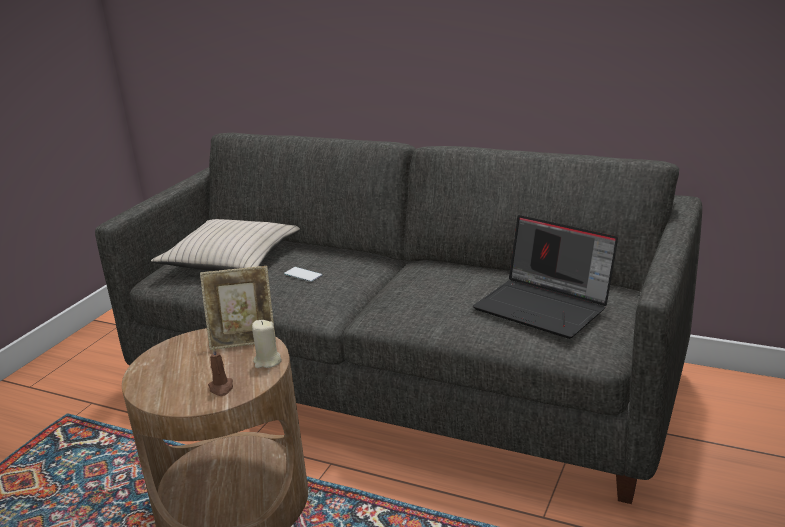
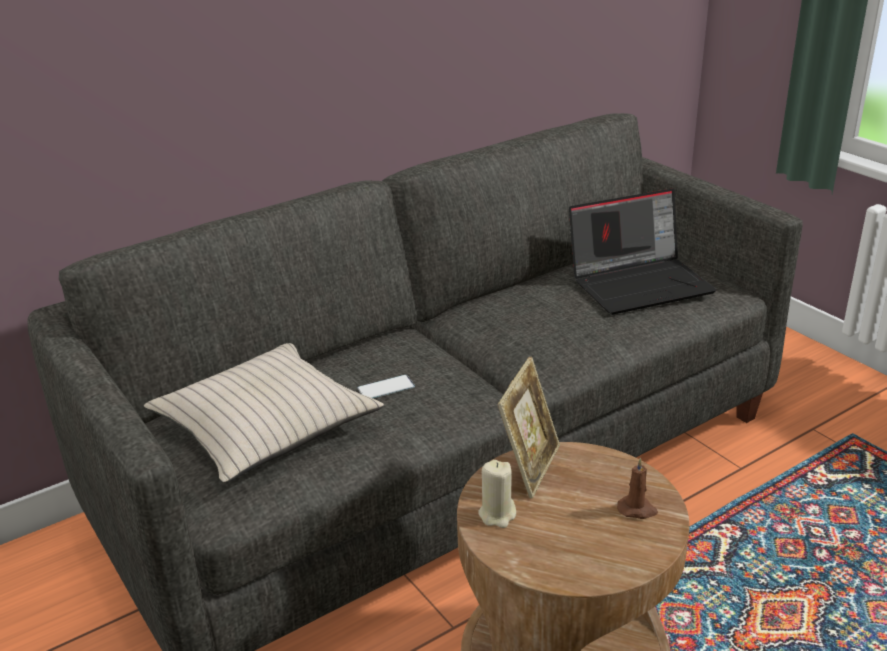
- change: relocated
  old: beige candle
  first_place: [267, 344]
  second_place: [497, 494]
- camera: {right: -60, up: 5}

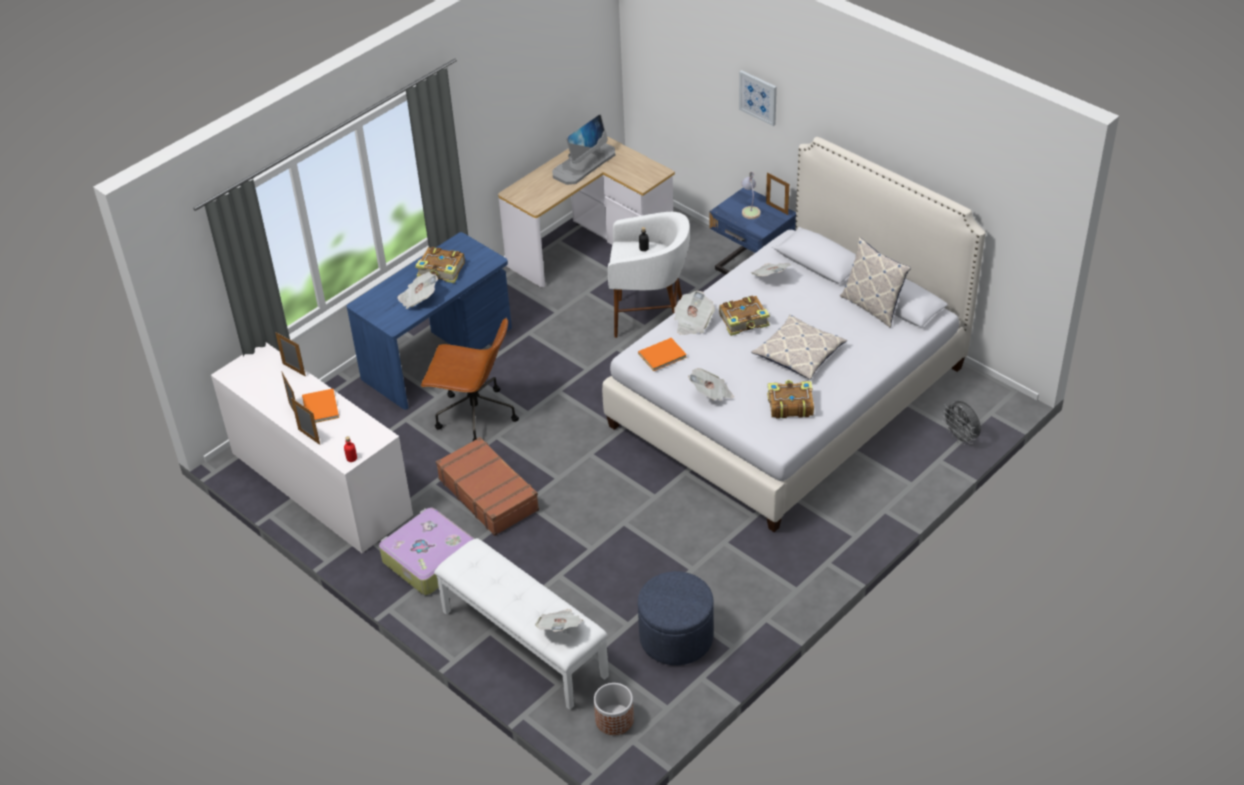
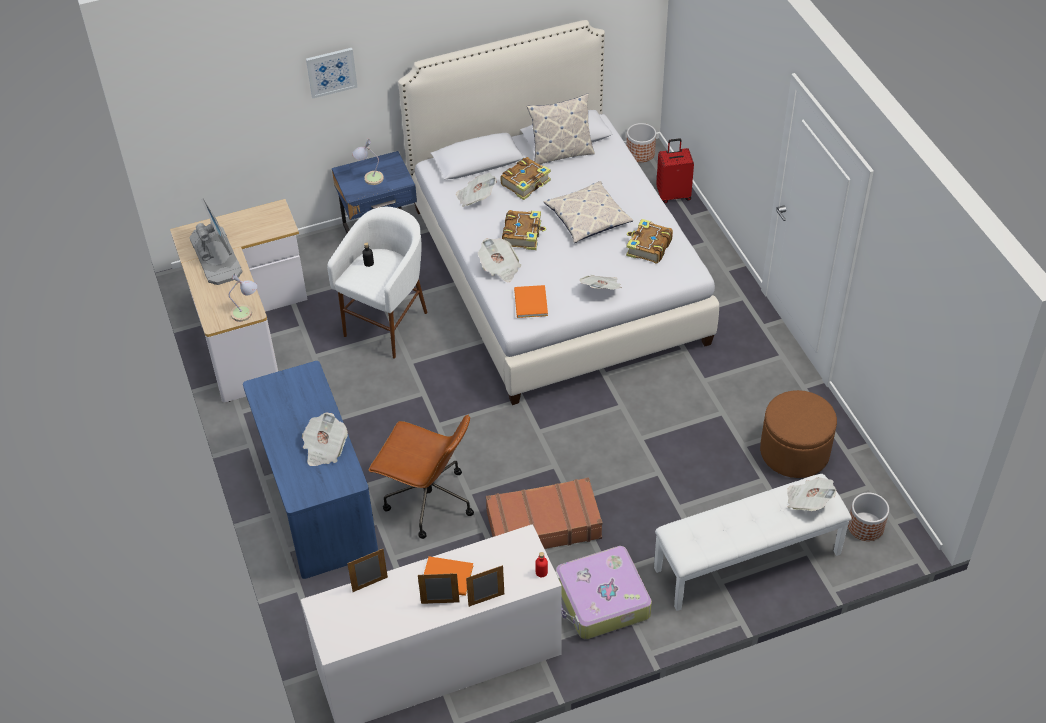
- change: relocated
  old: book
  first_place: [440, 265]
  second_place: [526, 178]
- change: spun
  old: brown office chair
  first_place: [470, 379]
  second_place: [421, 476]
  degrees: 75
- change: colour
  old: blue ottoman
  new: brown ottoman
  first_place: [676, 618]
  second_place: [798, 434]
- change: missing
  old: picture frame
  first_place: [777, 194]
- change: exchanged
  old: grey fan
  new: red suitcase
  first_place: [961, 423]
  second_place: [675, 171]
- change: appeared
  new: table lamp
  second_place: [243, 297]
- change: appeared
  new: planter
  second_place: [641, 142]
- camera: {right: -65, up: 5}

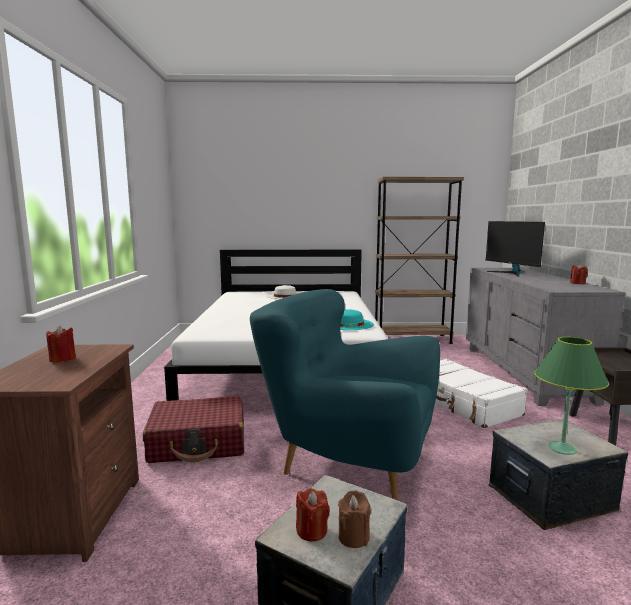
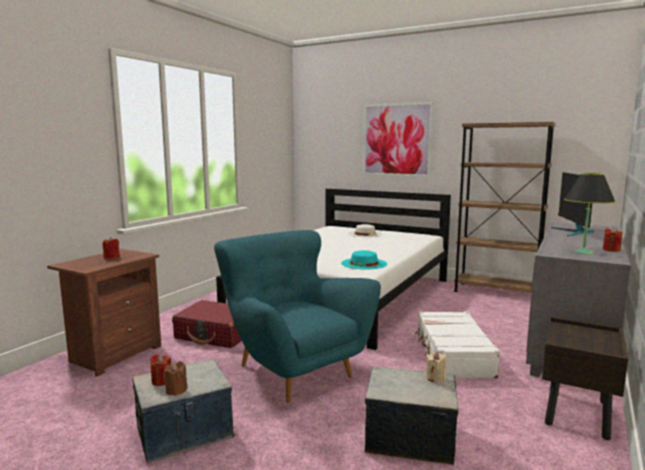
- change: missing
  old: green table lamp
  first_place: [571, 396]
- change: appeared
  new: picture
  second_place: [398, 139]
- change: appeared
  new: beige candle
  second_place: [436, 367]
- change: appeared
  new: black table lamp
  second_place: [590, 213]
- camera: {right: 30, up: 0}

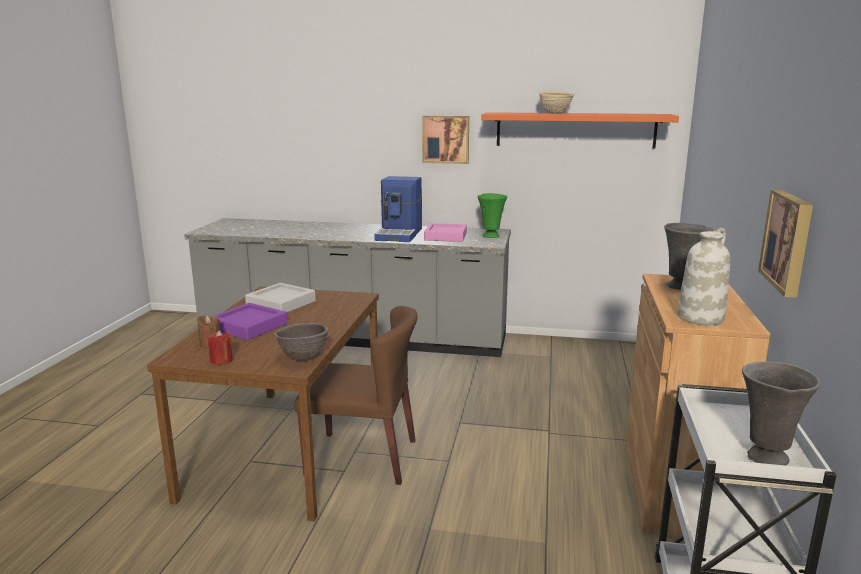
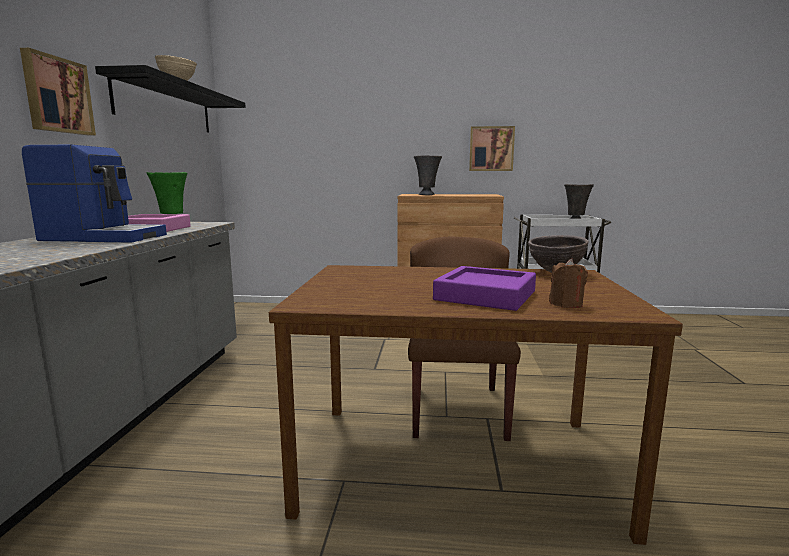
- change: missing
  old: red candle
  first_place: [220, 347]
- change: missing
  old: grey tray
  first_place: [280, 298]
- change: colour
  old: orange shelf
  new: black shelf
  first_place: [580, 130]
  second_place: [170, 99]
- change: missing
  old: white vase
  first_place: [704, 276]
- camera: {right: -95, up: -5}

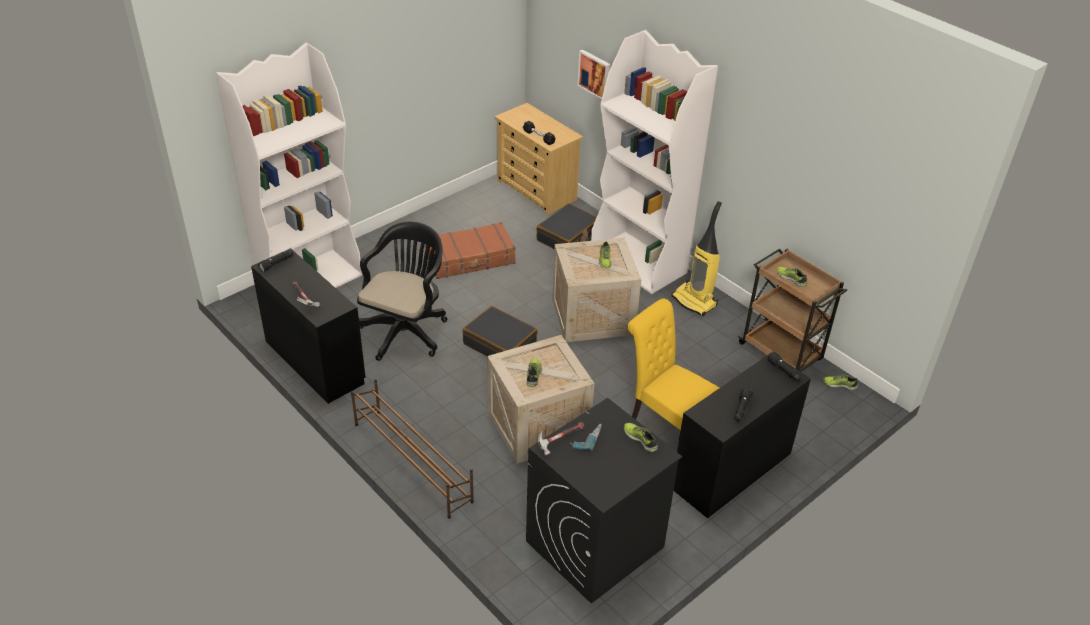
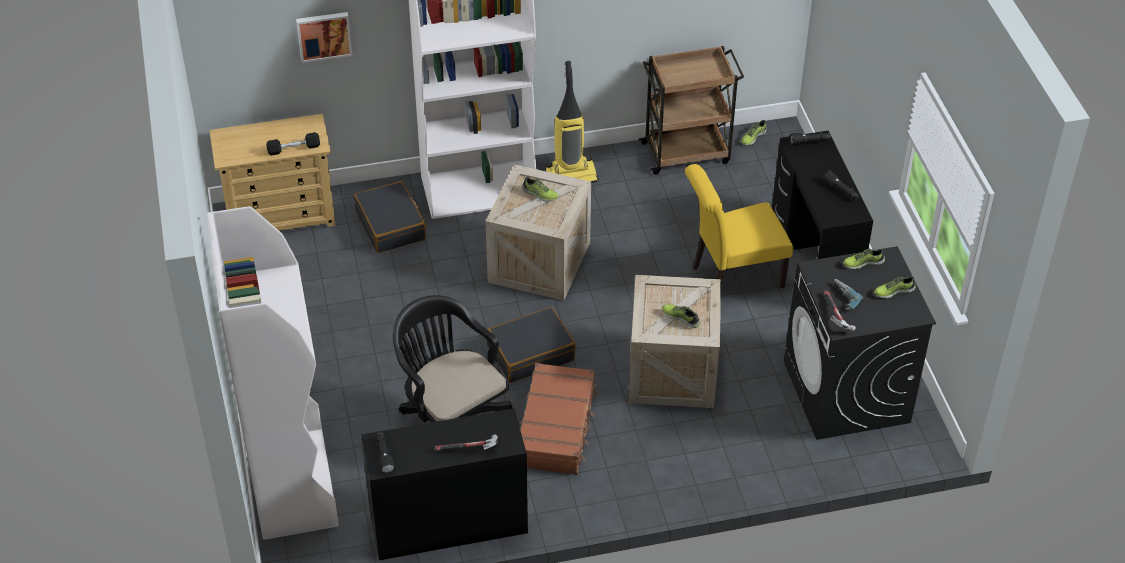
- change: missing
  old: brown shoe rack
  first_place: [412, 449]
- change: relocated
  old: brown suitcase
  first_place: [470, 250]
  second_place: [559, 419]
- change: relocated
  old: shoe
  first_place: [791, 277]
  second_place: [894, 287]
- camera: {right: -60, up: 5}

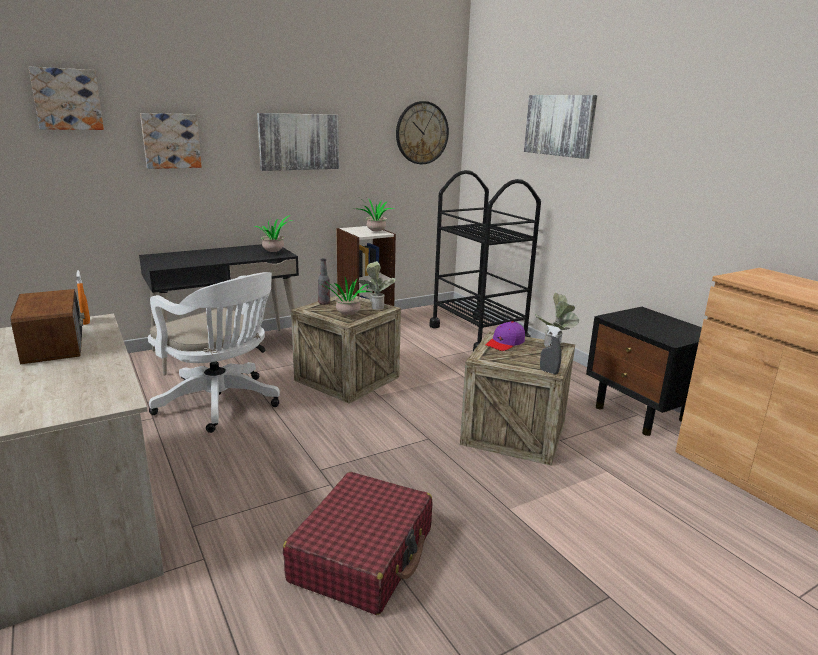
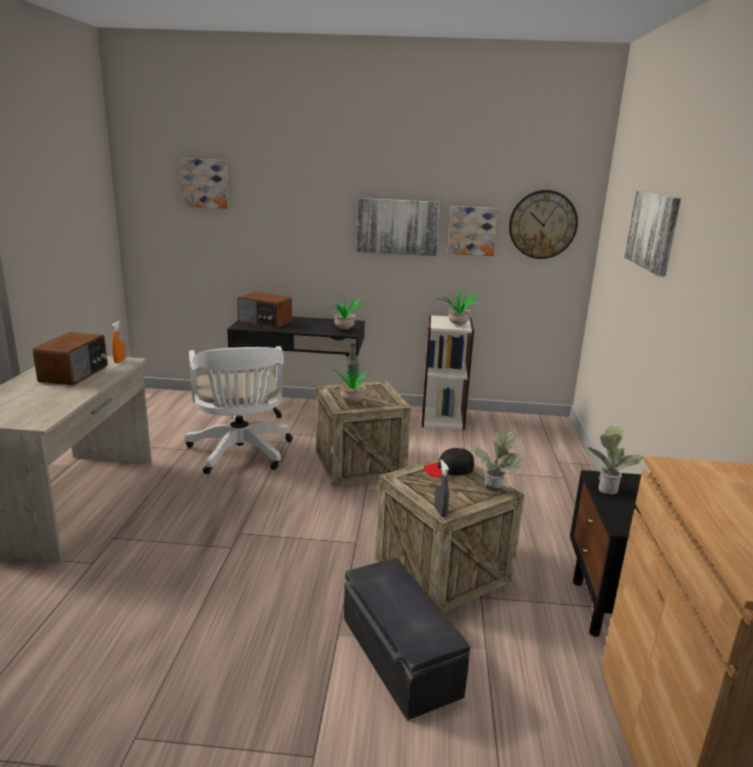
- change: relocated
  old: picture
  first_place: [171, 141]
  second_place: [473, 231]
- change: missing
  old: red suitcase
  first_place: [357, 543]
- change: relocated
  old: potted plant
  first_place: [377, 285]
  second_place: [616, 460]
- change: missing
  old: black cart
  first_place: [485, 260]
- change: colour
  old: purple cap
  new: black cap
  first_place: [505, 336]
  second_place: [449, 462]
- change: appeared
  new: radio
  second_place: [264, 310]
- change: appeared
  new: black storage box
  second_place: [407, 639]
- camera: {right: 35, up: 0}

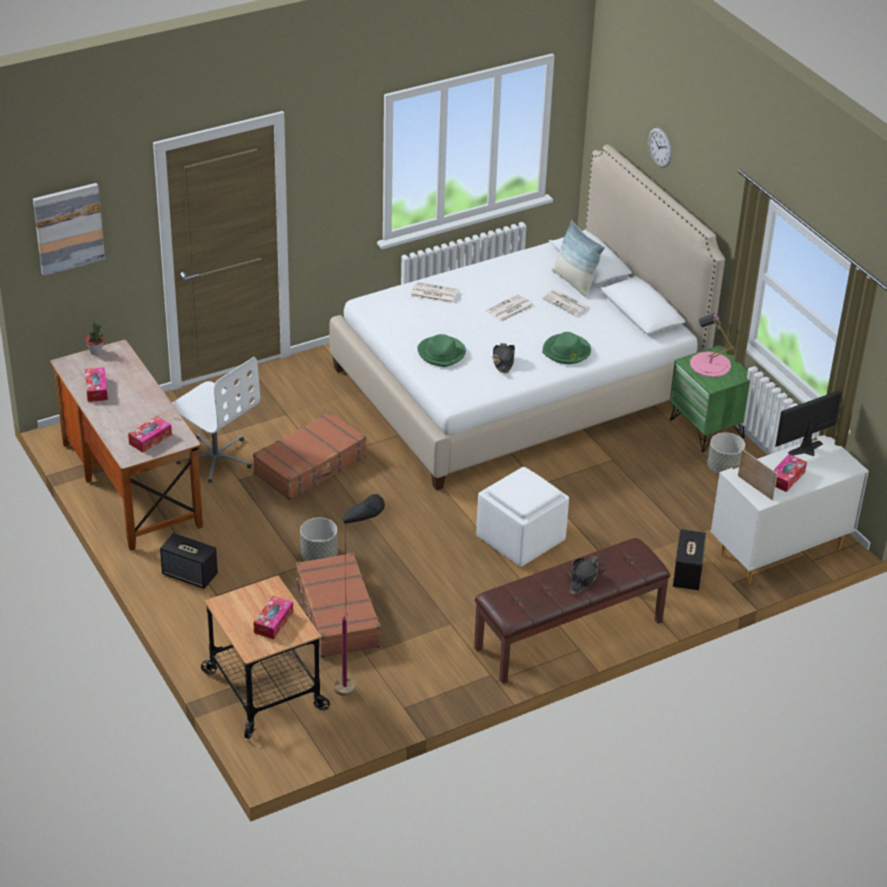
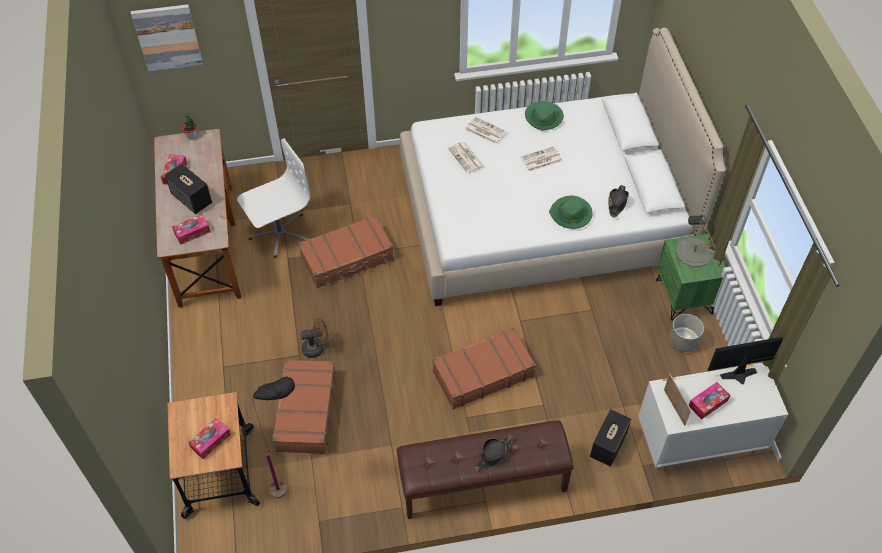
- change: relocated
  old: speaker
  first_place: [189, 561]
  second_place: [188, 188]
- change: spun
  old: white office chair
  first_place: [216, 420]
  second_place: [274, 198]
  degrees: -90
- change: exchanged
  old: grey planter
  new: brown fan
  first_place: [318, 539]
  second_place: [314, 338]
- change: relocated
  old: green hat
  first_place: [441, 350]
  second_place: [544, 116]
- change: exchanged
  old: white ottoman
  new: brown suitcase
  first_place: [522, 517]
  second_place: [484, 368]
- change: relocated
  old: black hat
  first_place: [503, 358]
  second_place: [618, 201]
- change: relocated
  old: newspaper
  first_place: [565, 302]
  second_place: [465, 157]
- change: missing
  old: pillow
  first_place: [578, 258]
- change: missing
  old: wall clock
  first_place: [660, 148]
- change: colour
  old: pink table lamp
  new: grey table lamp
  first_place: [712, 345]
  second_place: [696, 241]
- camera: {right: 20, up: 15}

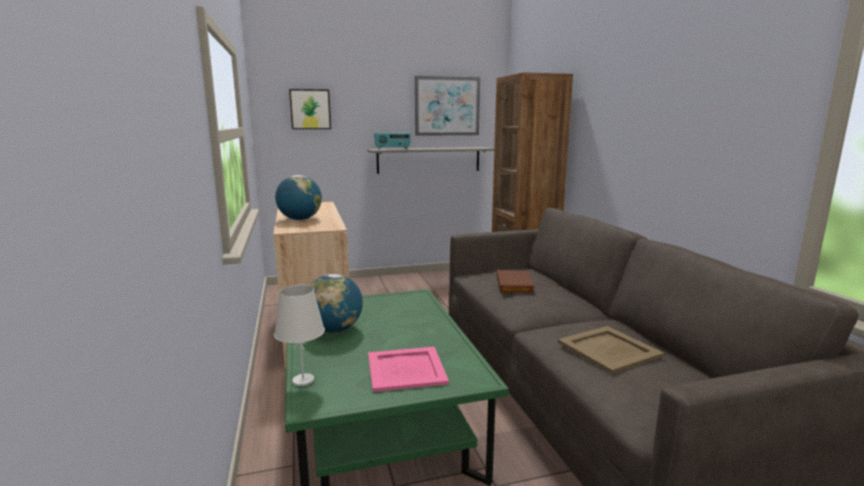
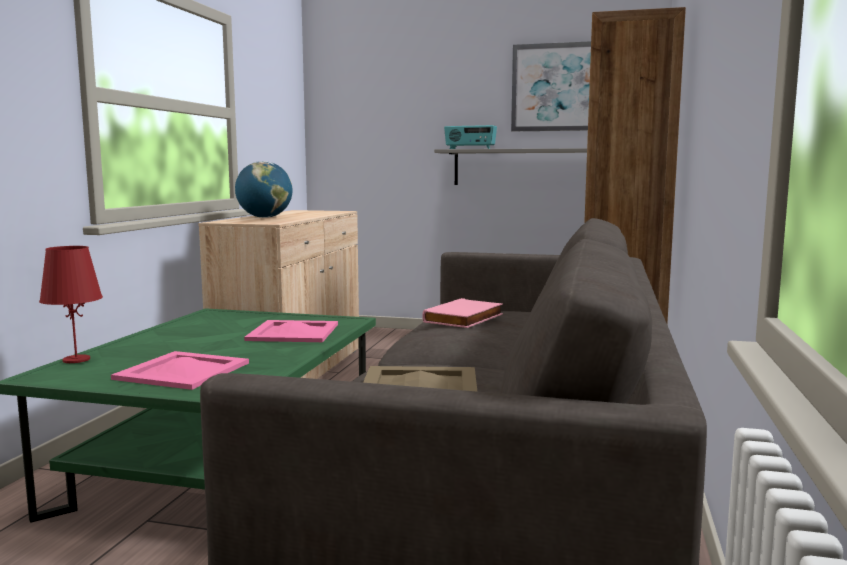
- change: colour
  old: white table lamp
  new: red table lamp
  first_place: [299, 335]
  second_place: [71, 304]
- change: missing
  old: picture
  first_place: [310, 109]
- change: missing
  old: globe
  first_place: [336, 303]
- change: colour
  old: brown book
  new: pink book
  first_place: [515, 281]
  second_place: [462, 313]
- change: appeared
  new: pink tray
  second_place: [291, 331]
- camera: {right: 30, up: -5}

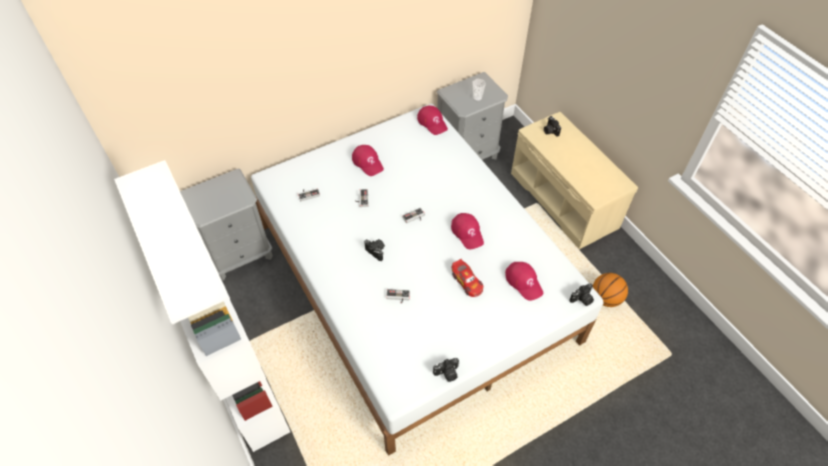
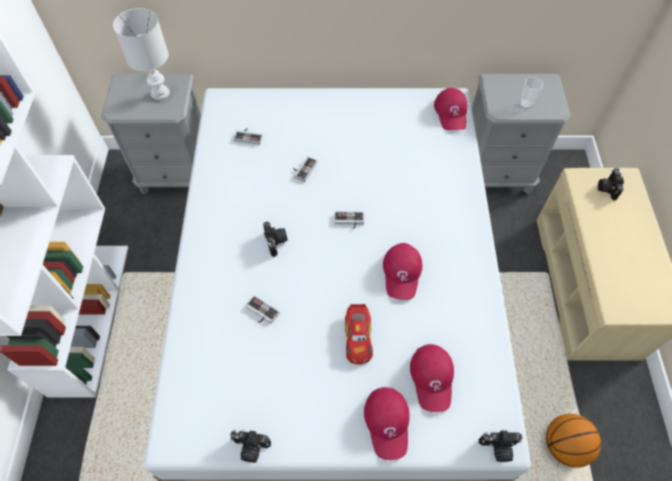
- change: relocated
  old: red cap
  first_place: [368, 160]
  second_place: [387, 423]
- change: appeared
  new: white table lamp
  second_place: [141, 54]
- camera: {right: 30, up: 5}

